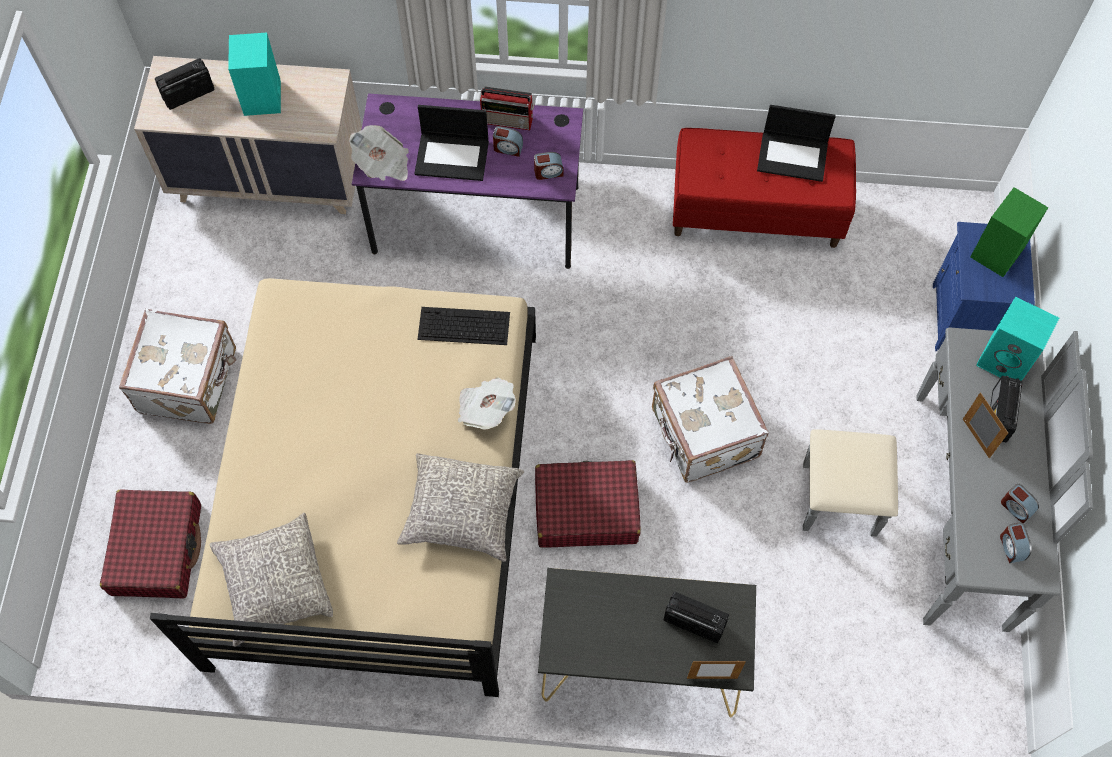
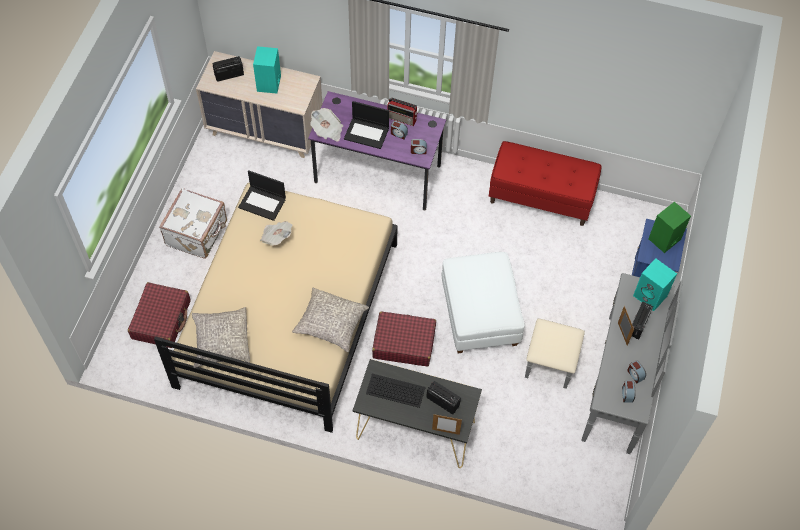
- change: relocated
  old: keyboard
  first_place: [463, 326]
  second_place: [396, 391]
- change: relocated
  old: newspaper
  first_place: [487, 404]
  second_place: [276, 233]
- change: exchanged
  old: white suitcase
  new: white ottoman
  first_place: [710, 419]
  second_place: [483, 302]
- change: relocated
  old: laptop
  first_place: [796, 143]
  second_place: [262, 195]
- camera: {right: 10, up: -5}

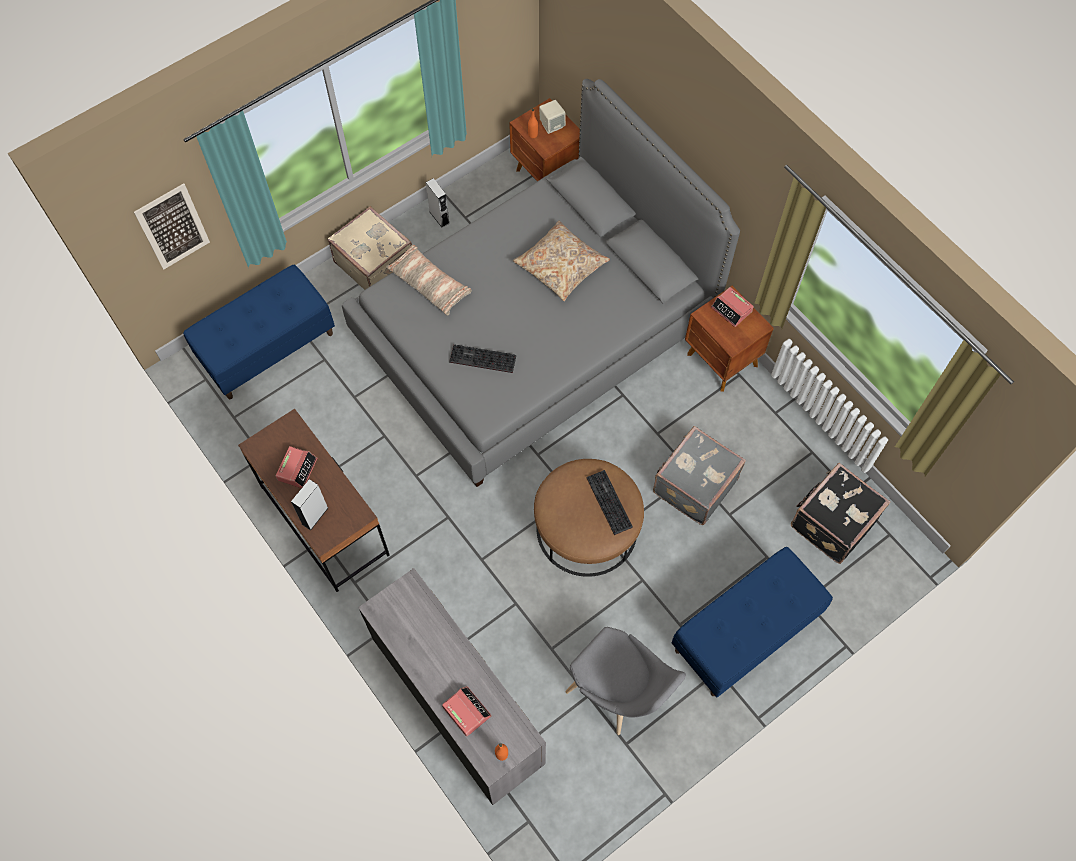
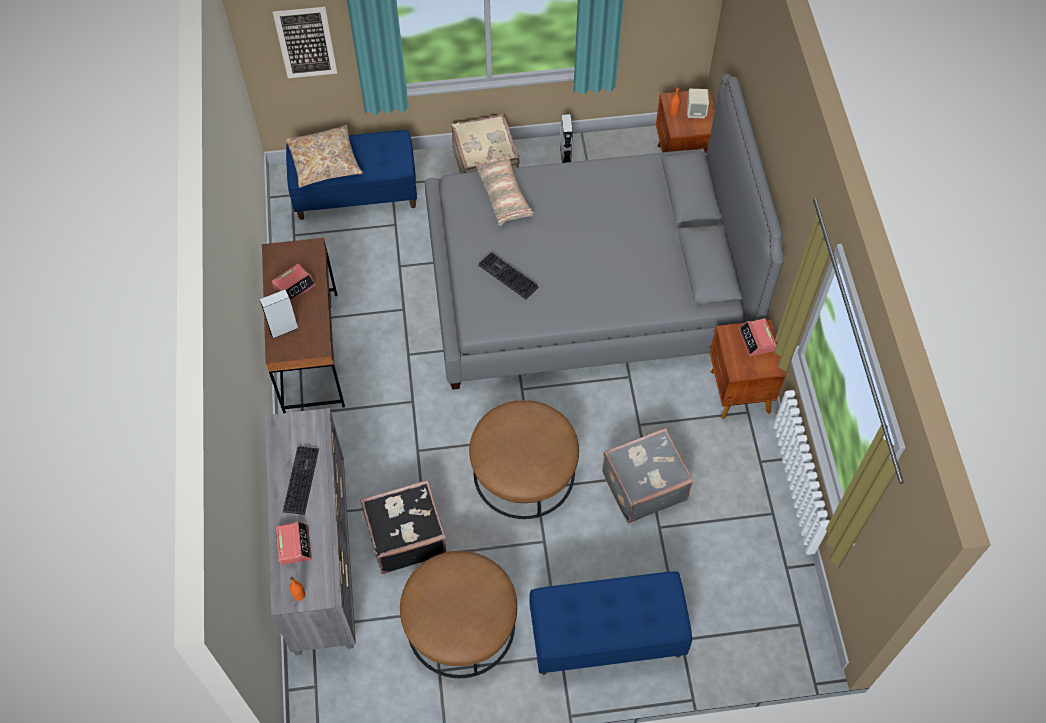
- change: relocated
  old: beige pillow
  first_place: [561, 261]
  second_place: [324, 156]
- change: exchanged
  old: grey chair
  new: brown ottoman
  first_place: [625, 681]
  second_place: [458, 614]
- change: relocated
  old: keyboard
  first_place: [609, 502]
  second_place: [301, 480]
- change: relocated
  old: black suitcase
  first_place: [840, 513]
  second_place: [403, 527]
- camera: {right: 30, up: -5}

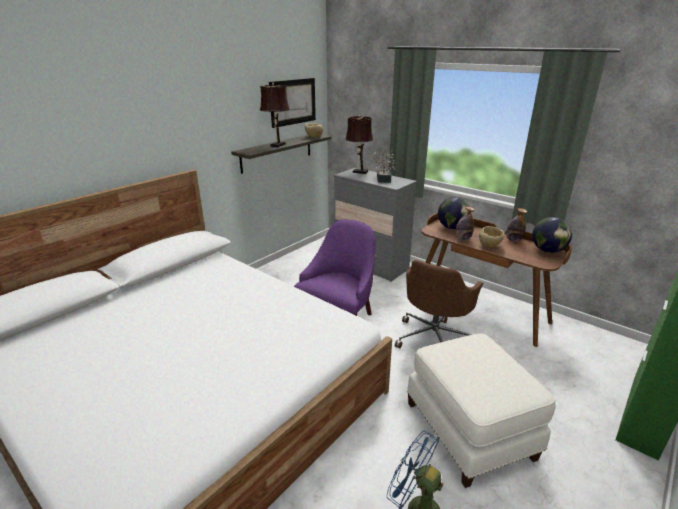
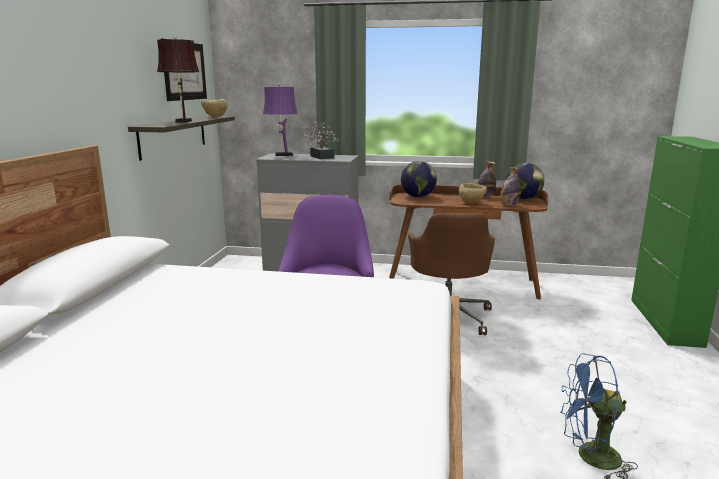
- change: colour
  old: brown table lamp
  new: purple table lamp
  first_place: [359, 144]
  second_place: [280, 119]
- change: missing
  old: white ottoman
  first_place: [481, 410]
- change: relocated
  old: bottle
  first_place: [465, 223]
  second_place: [510, 186]
- camera: {right: -30, up: -10}

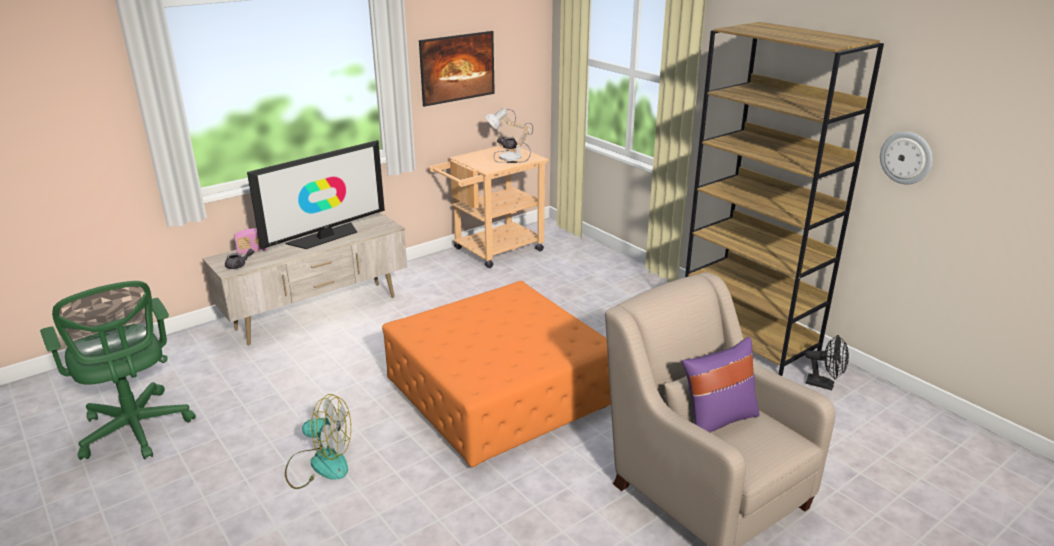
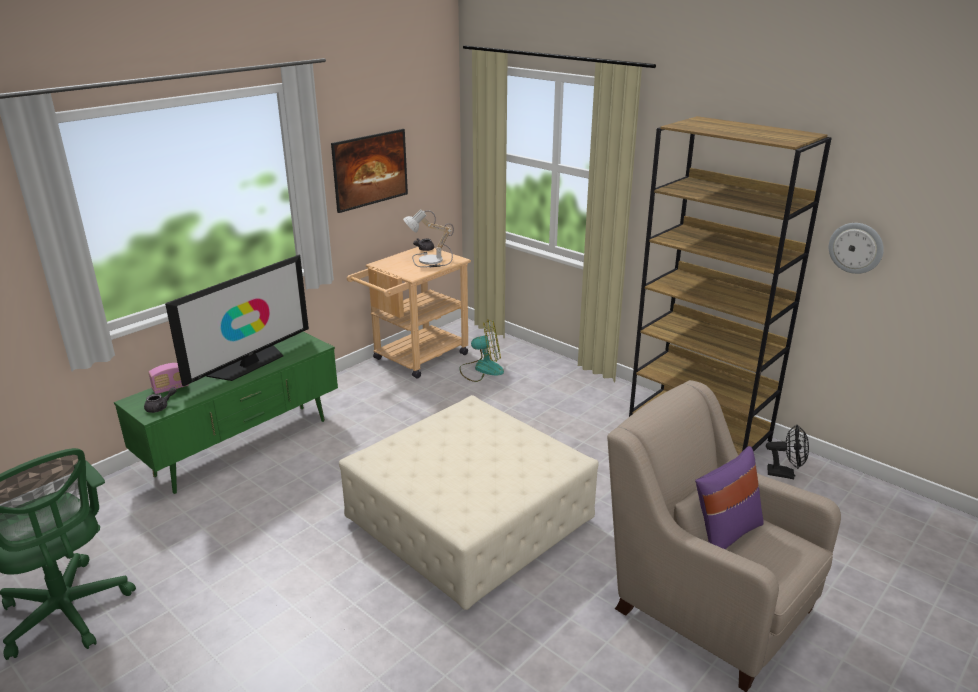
- change: colour
  old: beige tv stand
  new: green tv stand
  first_place: [304, 279]
  second_place: [226, 413]
- change: relocated
  old: fan
  first_place: [318, 441]
  second_place: [481, 350]
- change: colour
  old: orange ottoman
  new: beige ottoman
  first_place: [496, 374]
  second_place: [469, 502]
- camera: {right: -10, up: 0}

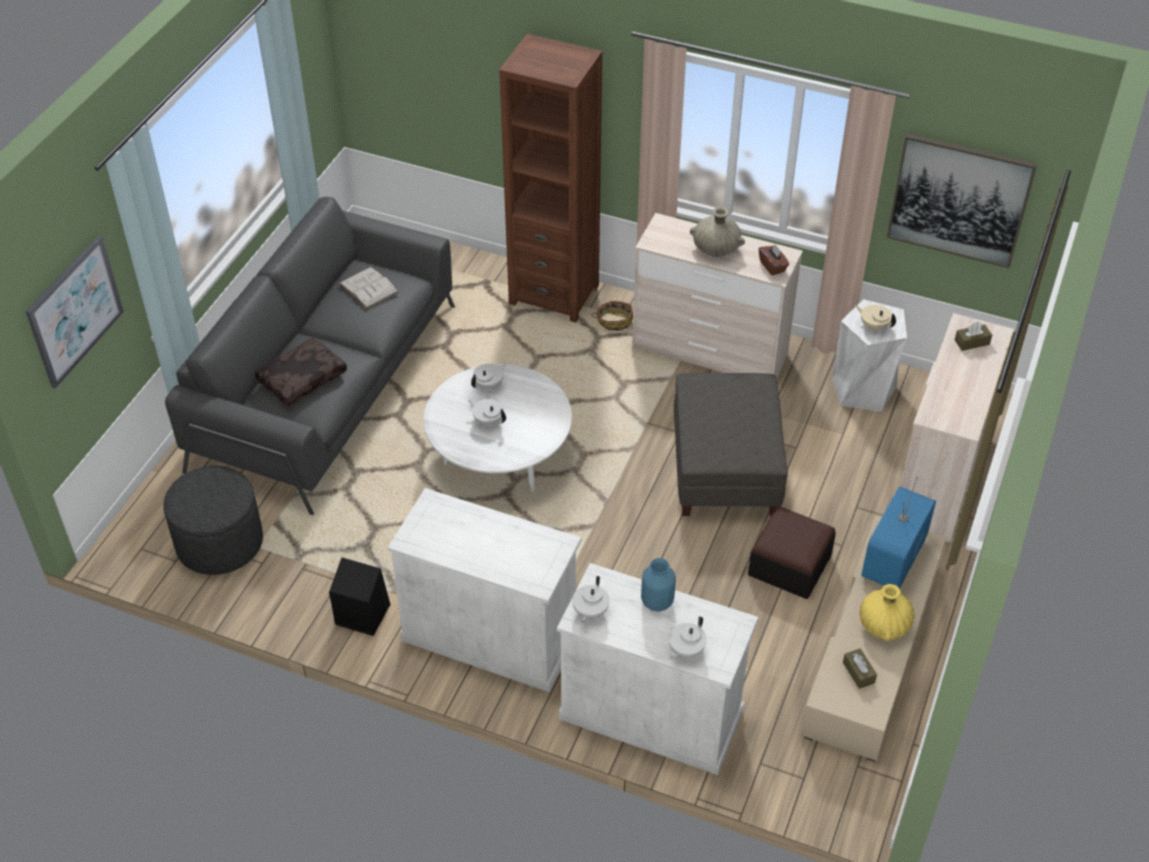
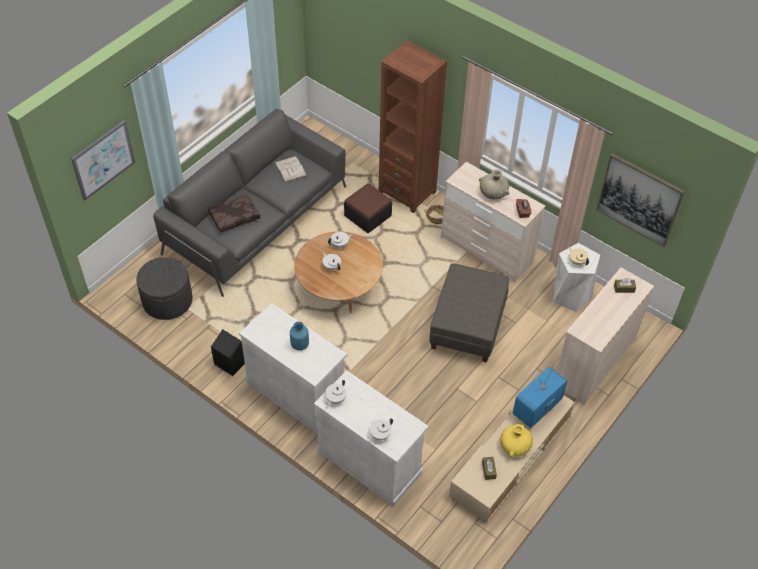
- change: colour
  old: white coffee table
  new: brown coffee table
  first_place: [497, 428]
  second_place: [338, 272]
- change: relocated
  old: blue vase
  first_place: [658, 585]
  second_place: [299, 336]
- change: relocated
  old: ottoman
  first_place: [792, 552]
  second_place: [368, 208]
- camera: {right: 15, up: 5}

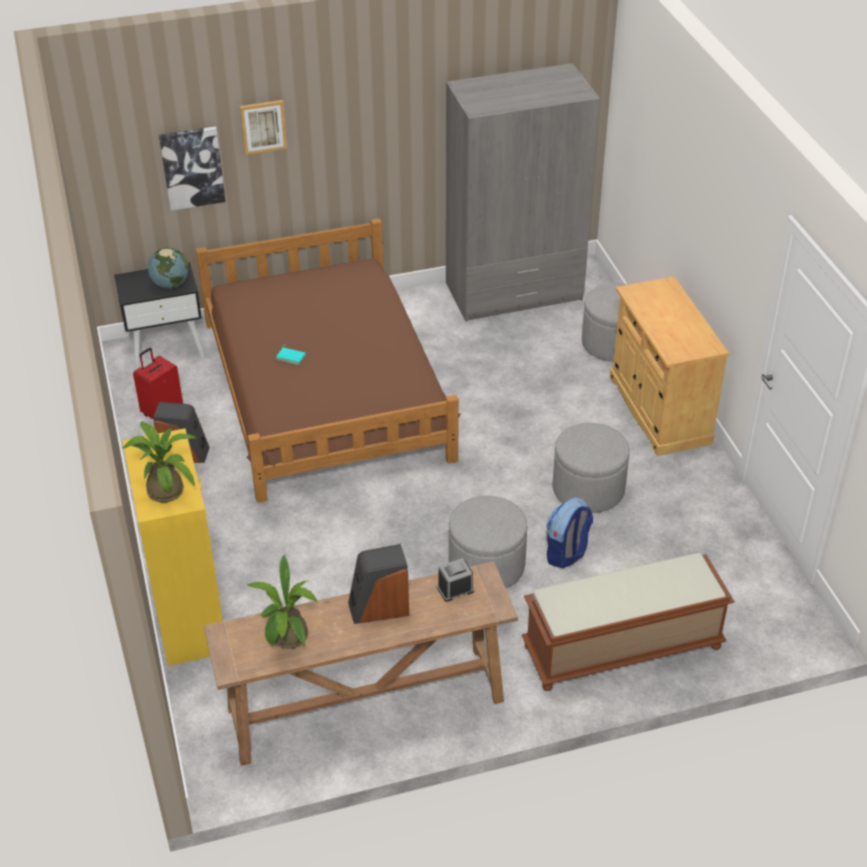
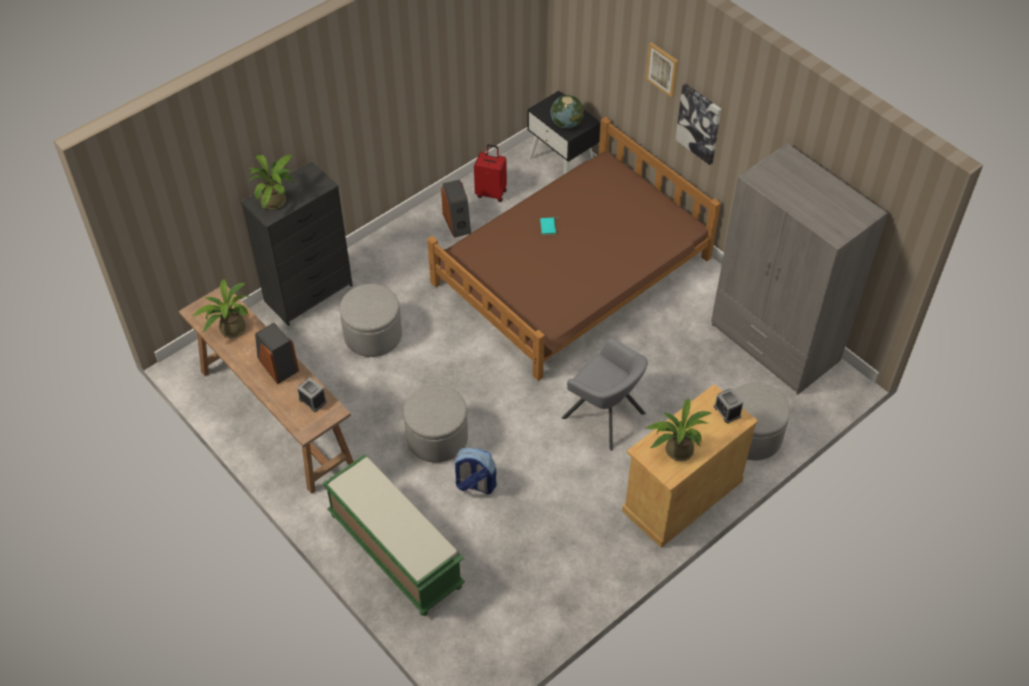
- change: colour
  old: yellow dresser
  new: black dresser
  first_place: [172, 547]
  second_place: [297, 243]
- change: relocated
  old: picture
  first_place: [192, 168]
  second_place: [698, 124]
- change: colour
  old: brown bench
  new: green bench
  first_place: [628, 622]
  second_place: [393, 535]
- change: relocated
  old: grey ottoman
  first_place: [591, 468]
  second_place: [371, 320]
- change: appeared
  new: grey armchair
  second_place: [605, 394]
- change: appeared
  new: potted plant
  second_place: [678, 429]
- change: appeared
  new: alarm clock
  second_place: [728, 405]
- camera: {right: 65, up: 10}

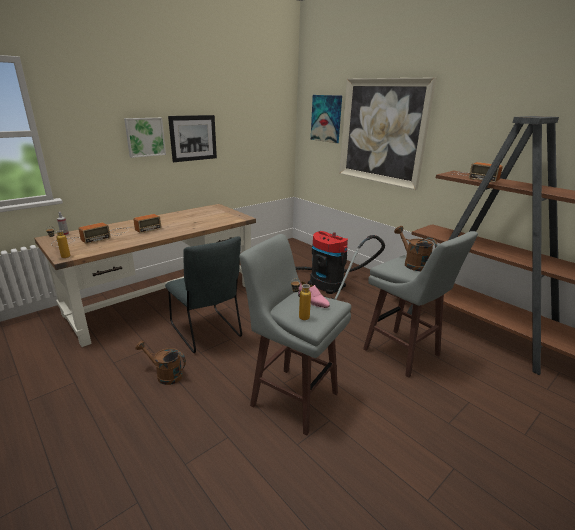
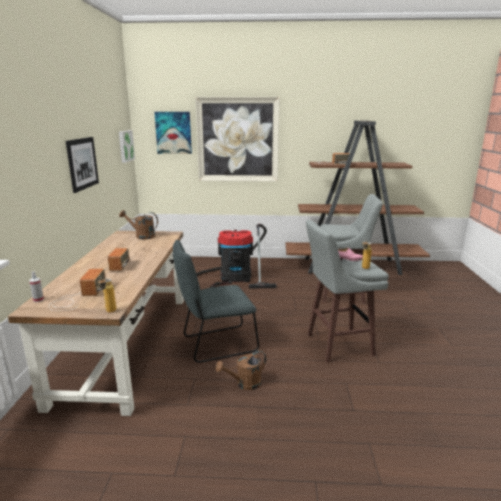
- change: relocated
  old: picture
  first_place: [145, 138]
  second_place: [127, 146]
- change: spun
  old: grey chair
  first_place: [203, 294]
  second_place: [216, 301]
  degrees: 150
- change: relocated
  old: brown watering can
  first_place: [416, 248]
  second_place: [138, 224]
- camera: {right: -45, up: -5}

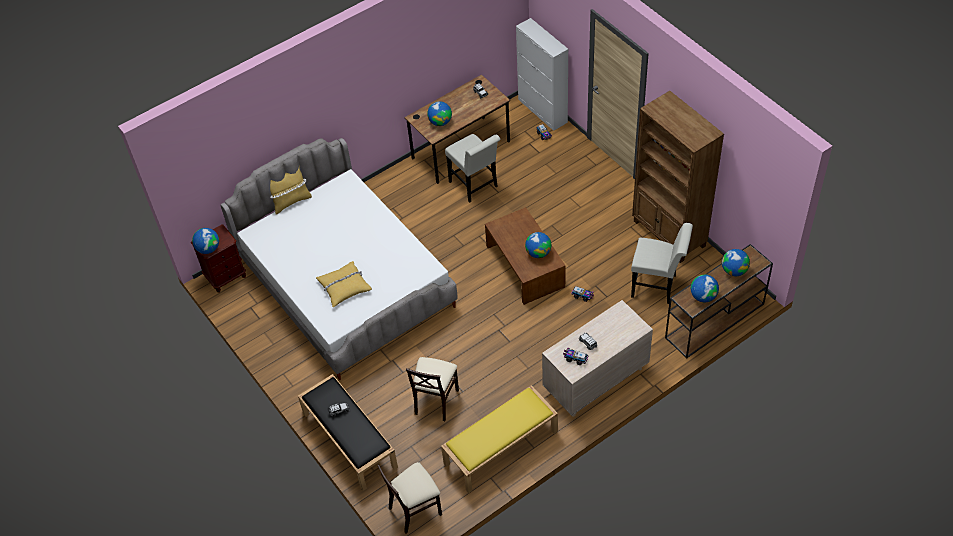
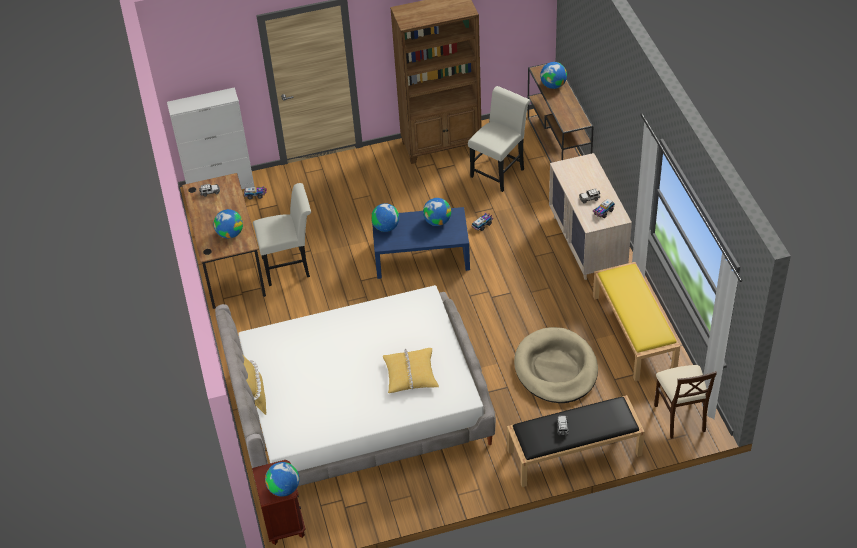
- change: exchanged
  old: beige chair
  new: beige dog bed
  first_place: [432, 389]
  second_place: [556, 365]
- change: colour
  old: brown coffee table
  new: blue coffee table
  first_place: [525, 256]
  second_place: [421, 243]
- change: relocated
  old: globe
  first_place: [705, 288]
  second_place: [385, 217]
- camera: {right: -70, up: -5}

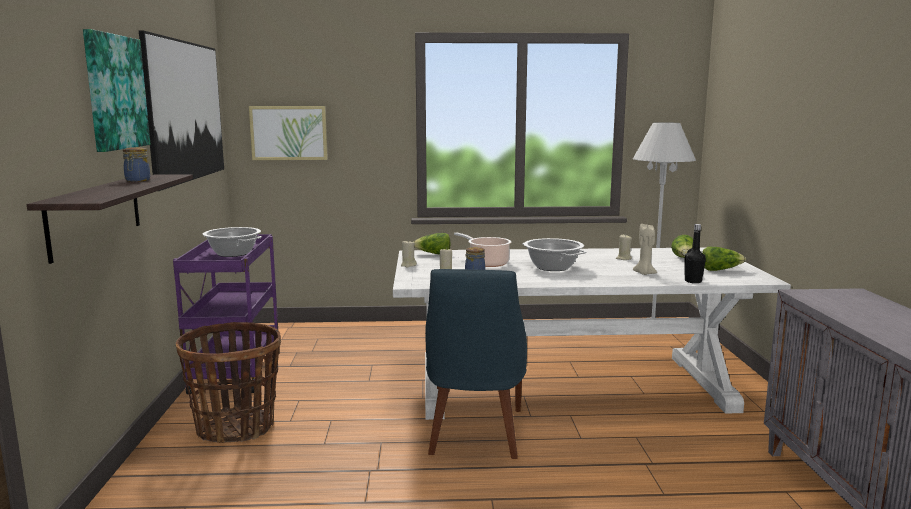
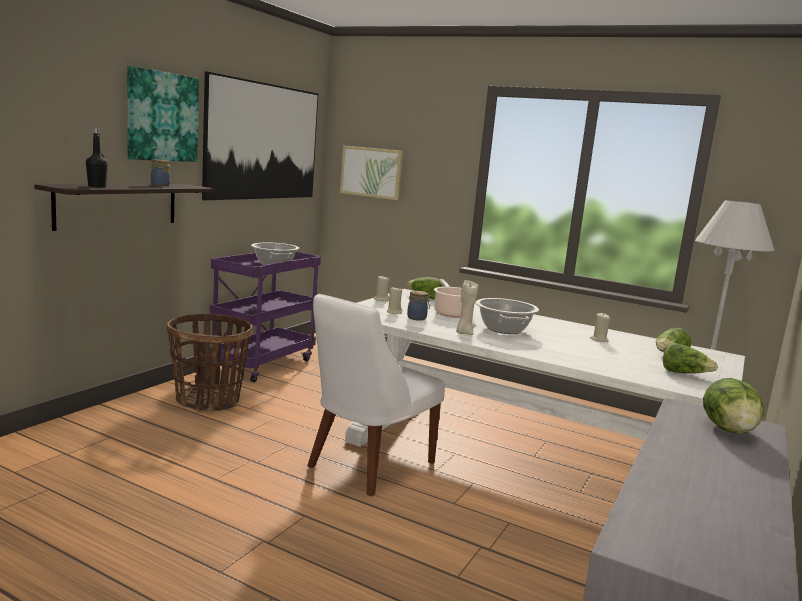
- change: colour
  old: blue chair
  new: white chair
  first_place: [476, 364]
  second_place: [376, 395]
- change: relocated
  old: beige candle
  first_place: [645, 249]
  second_place: [467, 307]
- change: relocated
  old: black bottle
  first_place: [695, 253]
  second_place: [97, 158]
- change: appeared
  new: lettuce
  second_place: [733, 405]
- camera: {right: 30, up: 0}

